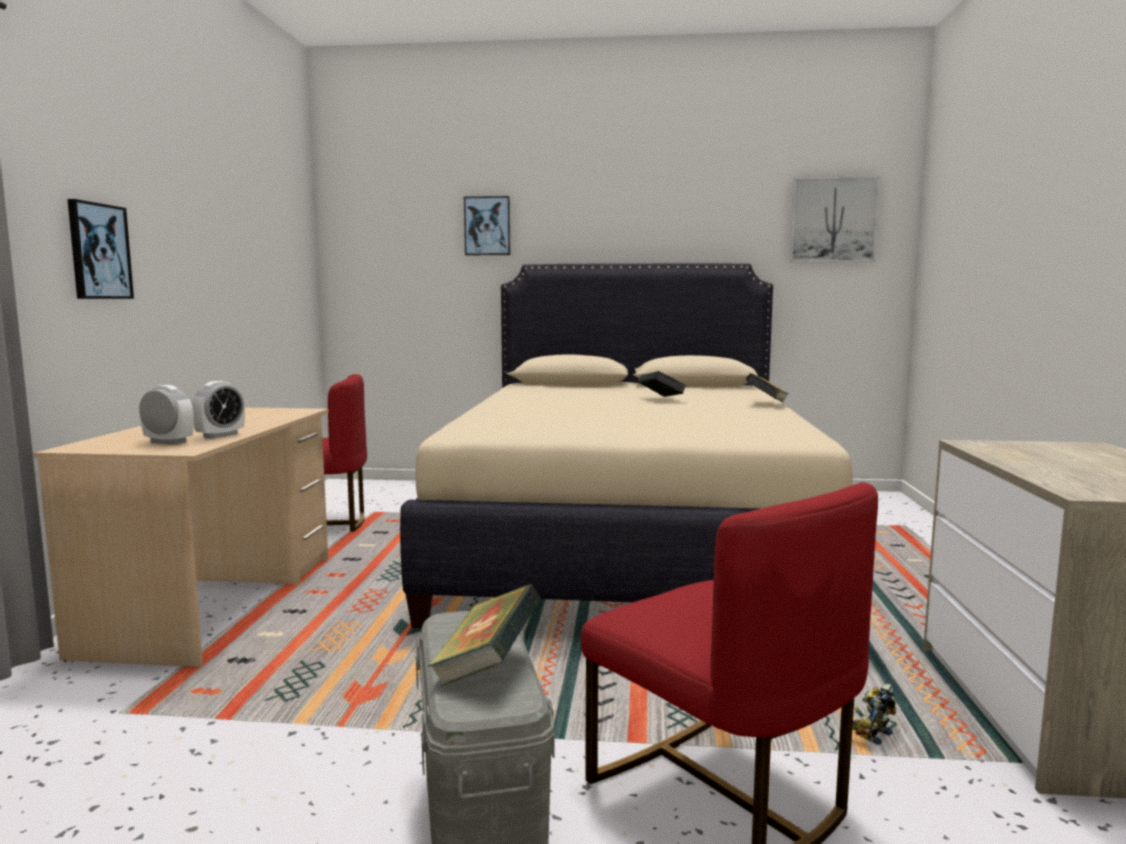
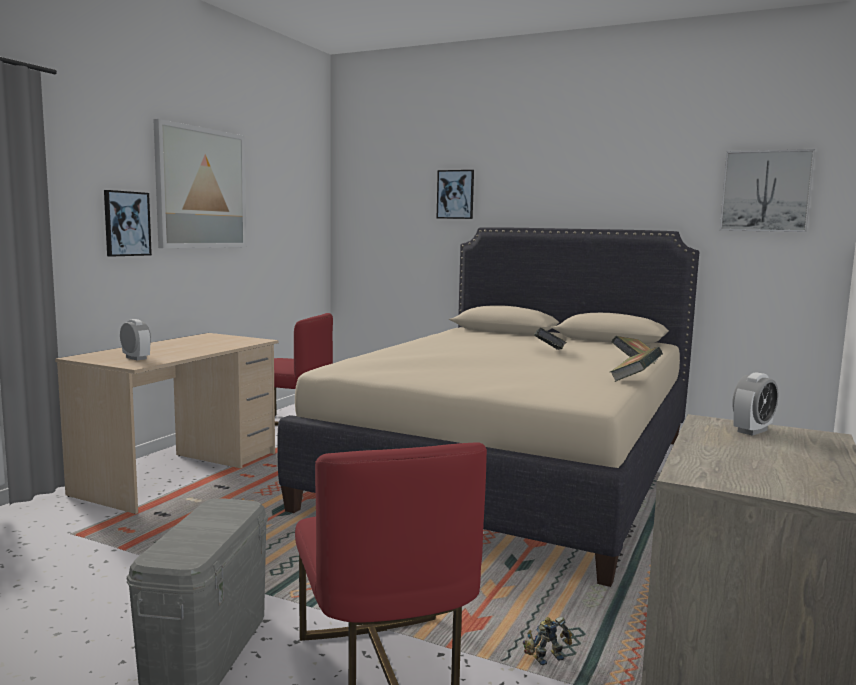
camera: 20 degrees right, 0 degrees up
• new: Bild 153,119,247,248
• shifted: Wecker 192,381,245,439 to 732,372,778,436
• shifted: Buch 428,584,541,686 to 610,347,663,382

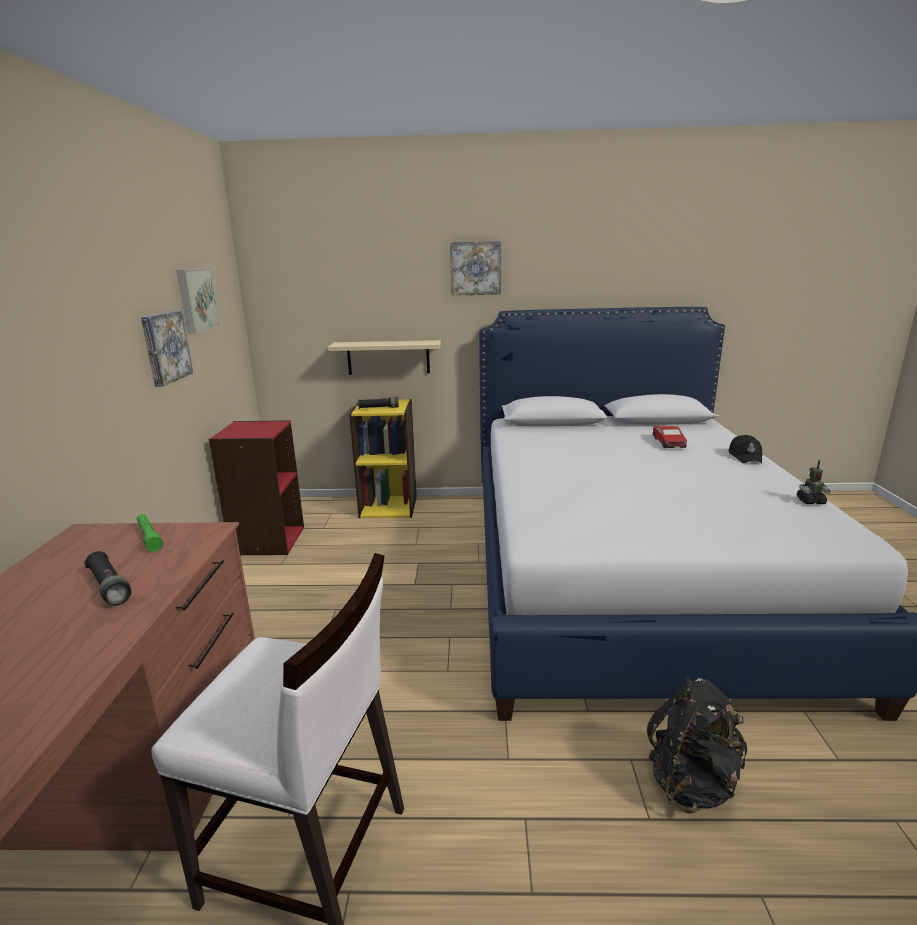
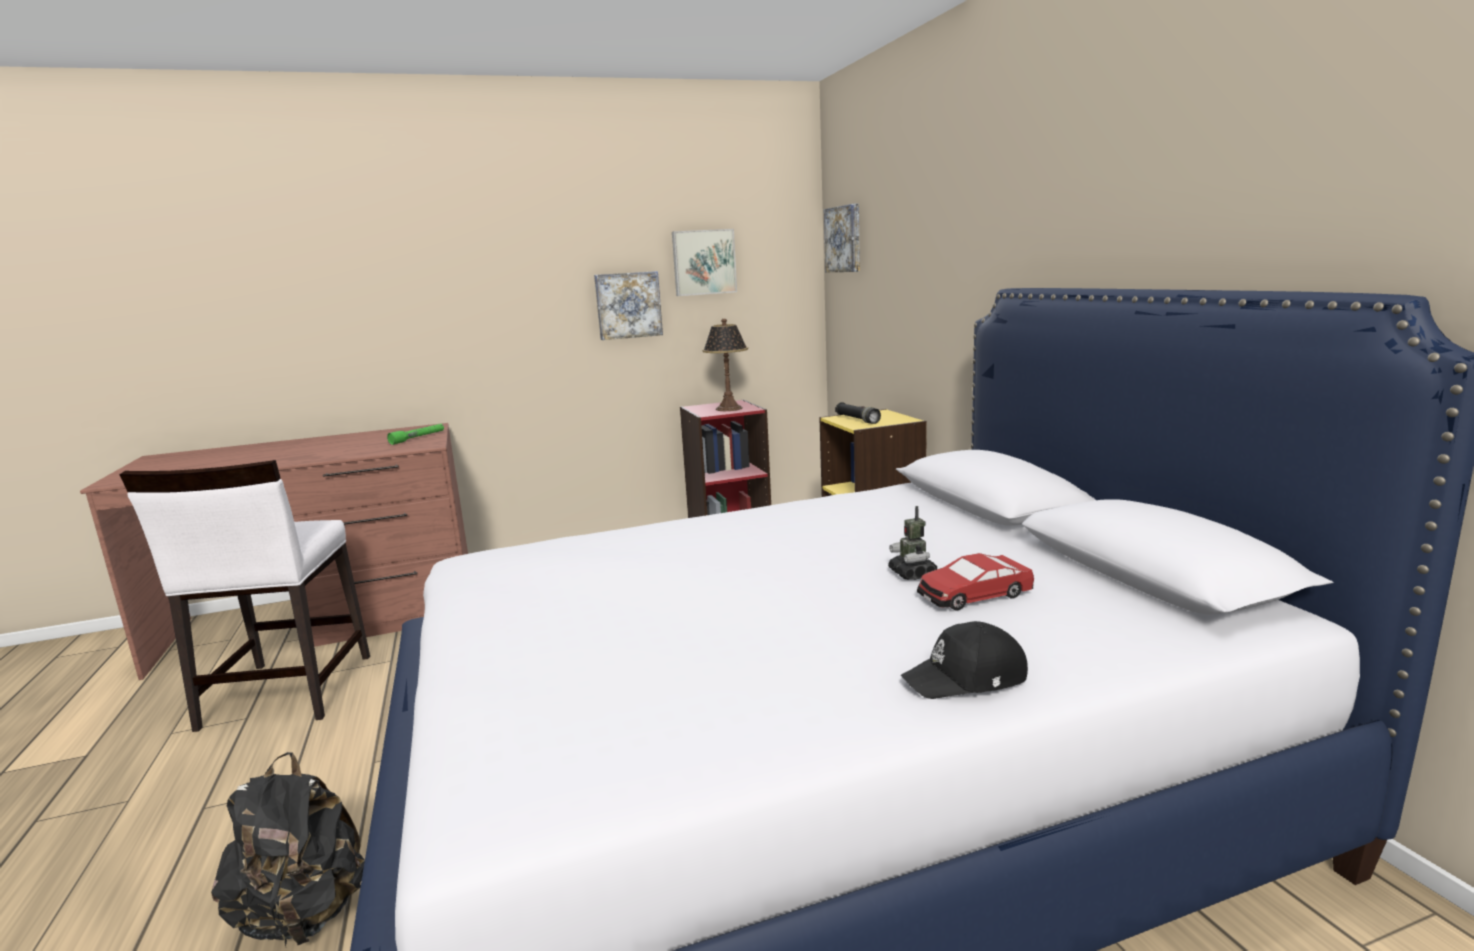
camera: 70 degrees right, 5 degrees down
• gone: Taschenlampe (schwarz) 84,551,131,605
• gone: Wandregal (beige) 328,340,441,375
• new: Tischlampe 703,319,748,411
• shifted: Bild 450,241,501,296 to 824,204,860,272
• shifted: Spielzeugroboter 797,460,831,504 to 888,506,937,580

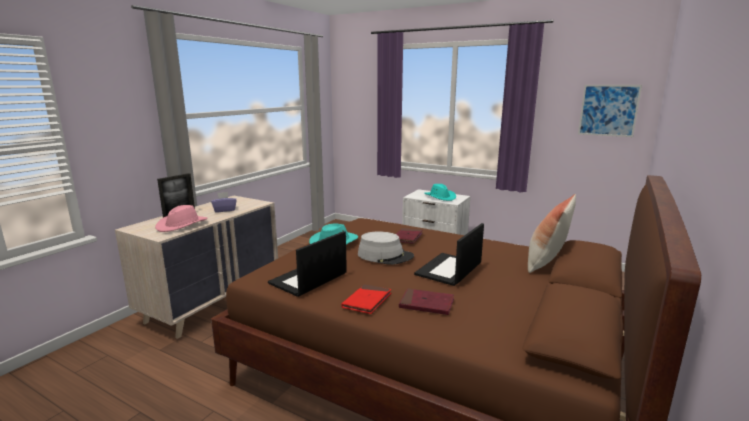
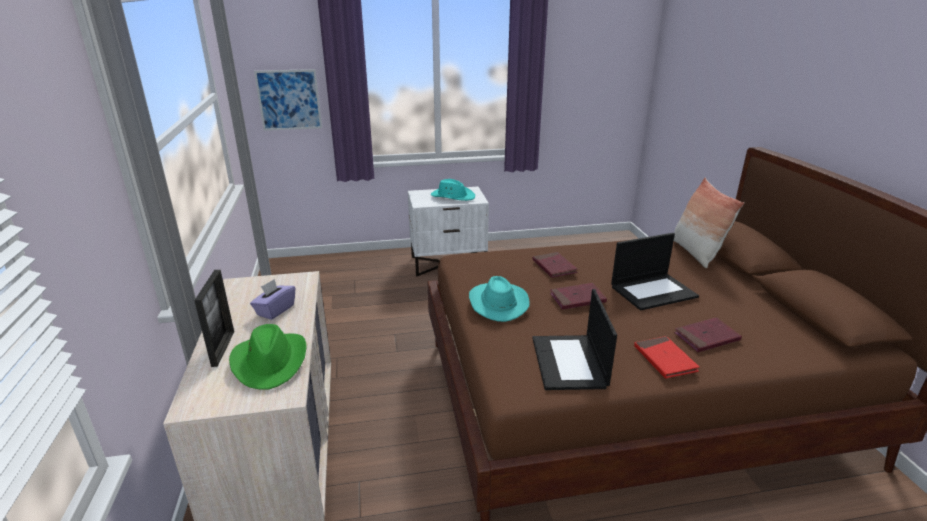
camera: 40 degrees left, 10 degrees up
• shifted: Bild 578,85,642,137 to 254,69,322,131
• swapped: Hut (grau) 358,232,414,265 to Buch (rot) 550,283,607,310
• repainted: Hut (rosa) 155,205,208,232 to Hut (grün) 229,324,307,390
• rotated: Laptop 414,223,484,286 = 611,233,699,310 105 degrees counterclockwise

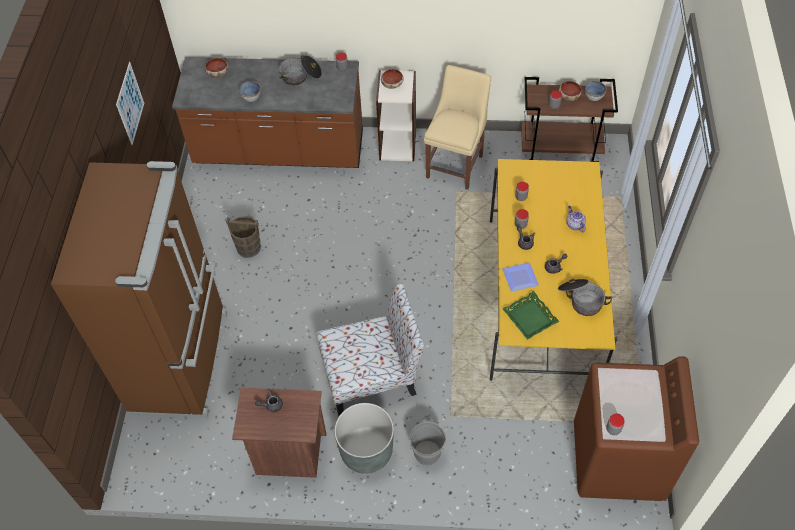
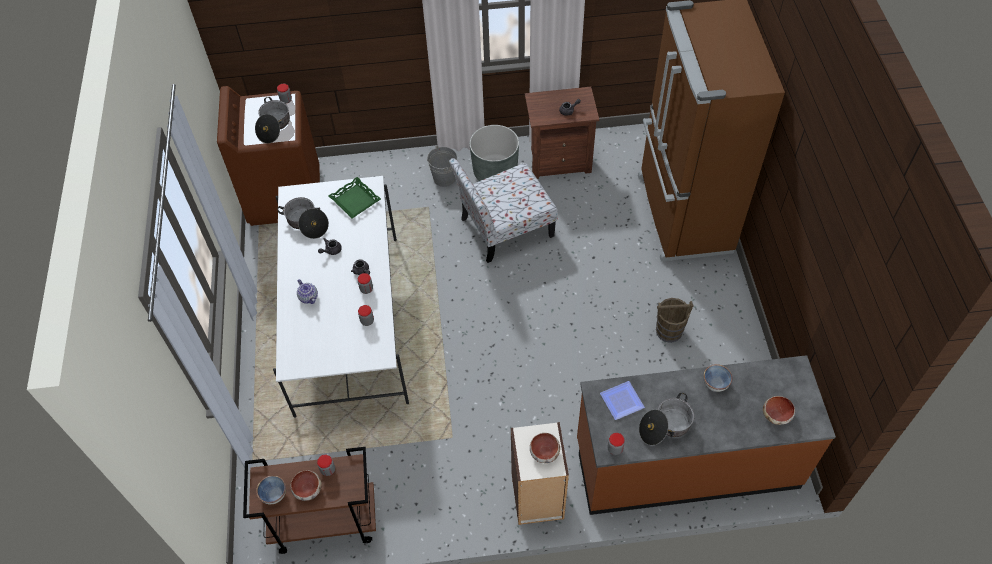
camera: 170 degrees right, 0 degrees up
• gone: Bild 116,62,144,145
• gone: Stuhl (beige) 424,65,491,190
• new: Kochtopf 255,97,290,144
• shifted: Teller 502,262,539,292 to 600,381,645,420
• repainted: Esstisch (gelb) 490,159,618,381 to Esstisch (weiß) 273,176,409,418

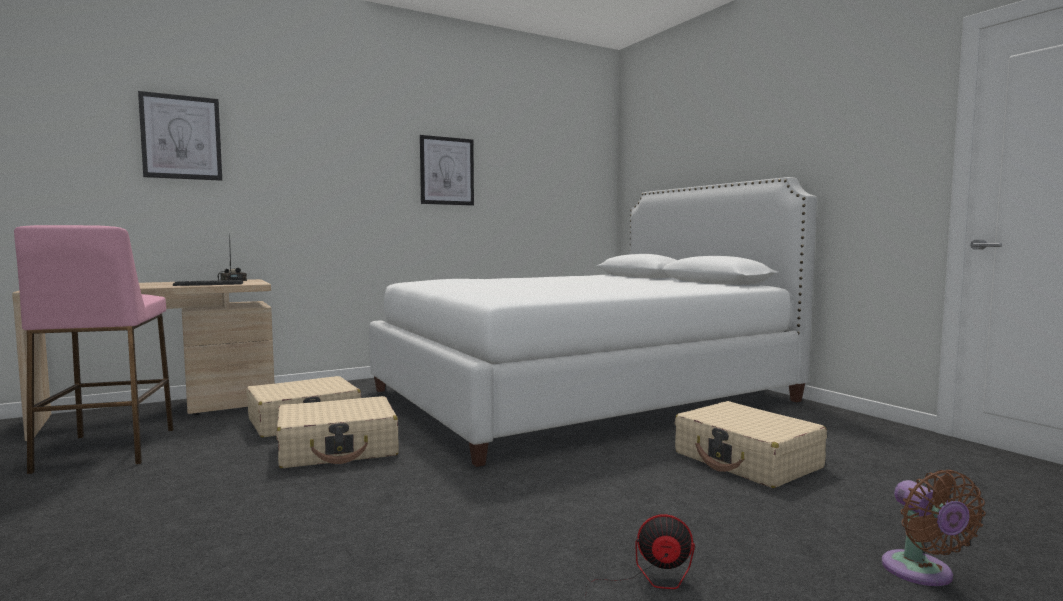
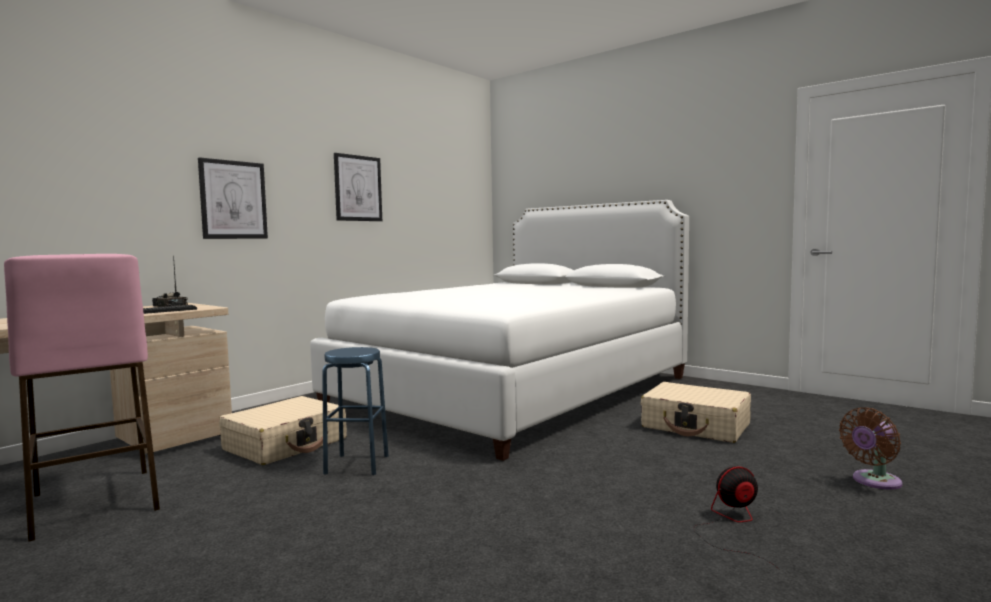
camera: 20 degrees left, 0 degrees up
• shifted: Bild 138,91,222,181 to 198,157,268,239
• swapped: Koffer (beige) 276,396,399,468 to Hocker (blau) 322,347,389,475
• rotated: Ventilator (braun) 882,470,986,586 = 839,407,902,490 90 degrees clockwise

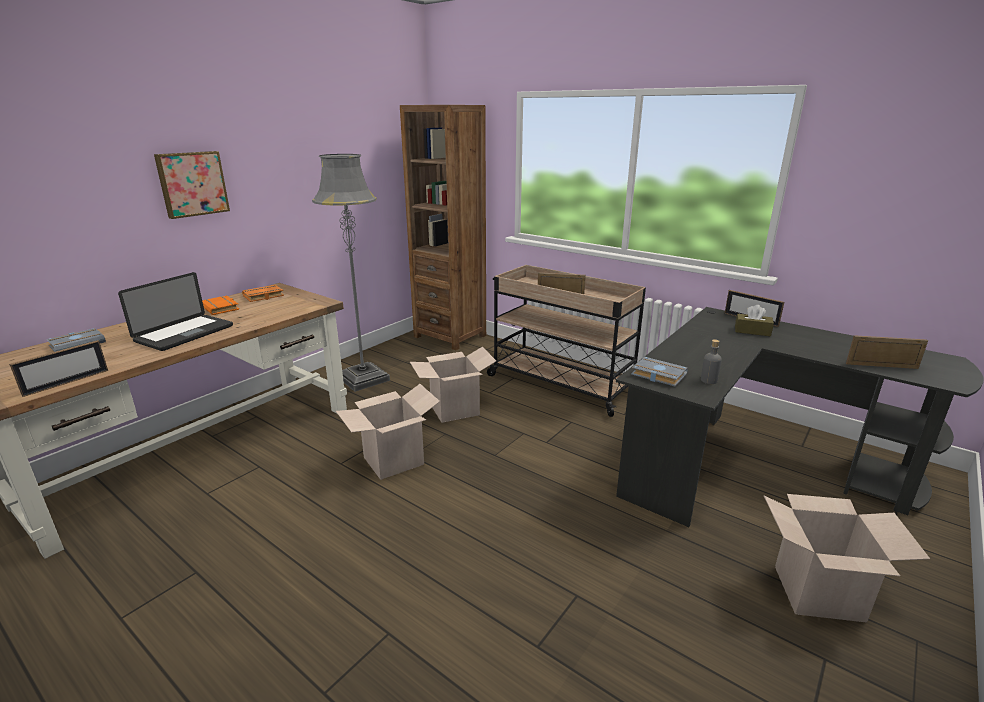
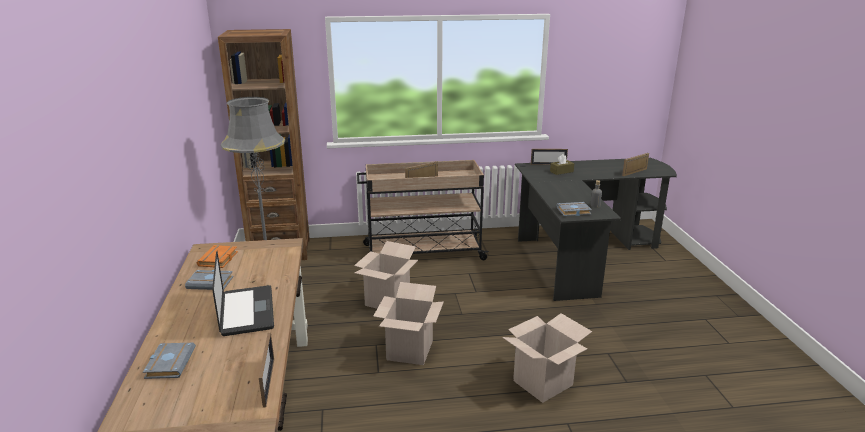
camera: 45 degrees left, 0 degrees up
• gone: Bild 154,151,230,219
• shifted: Karton 764,494,930,623 to 502,313,592,403
• repainted: Buch (orange) 202,296,239,315 to Buch (grau) 185,270,234,290

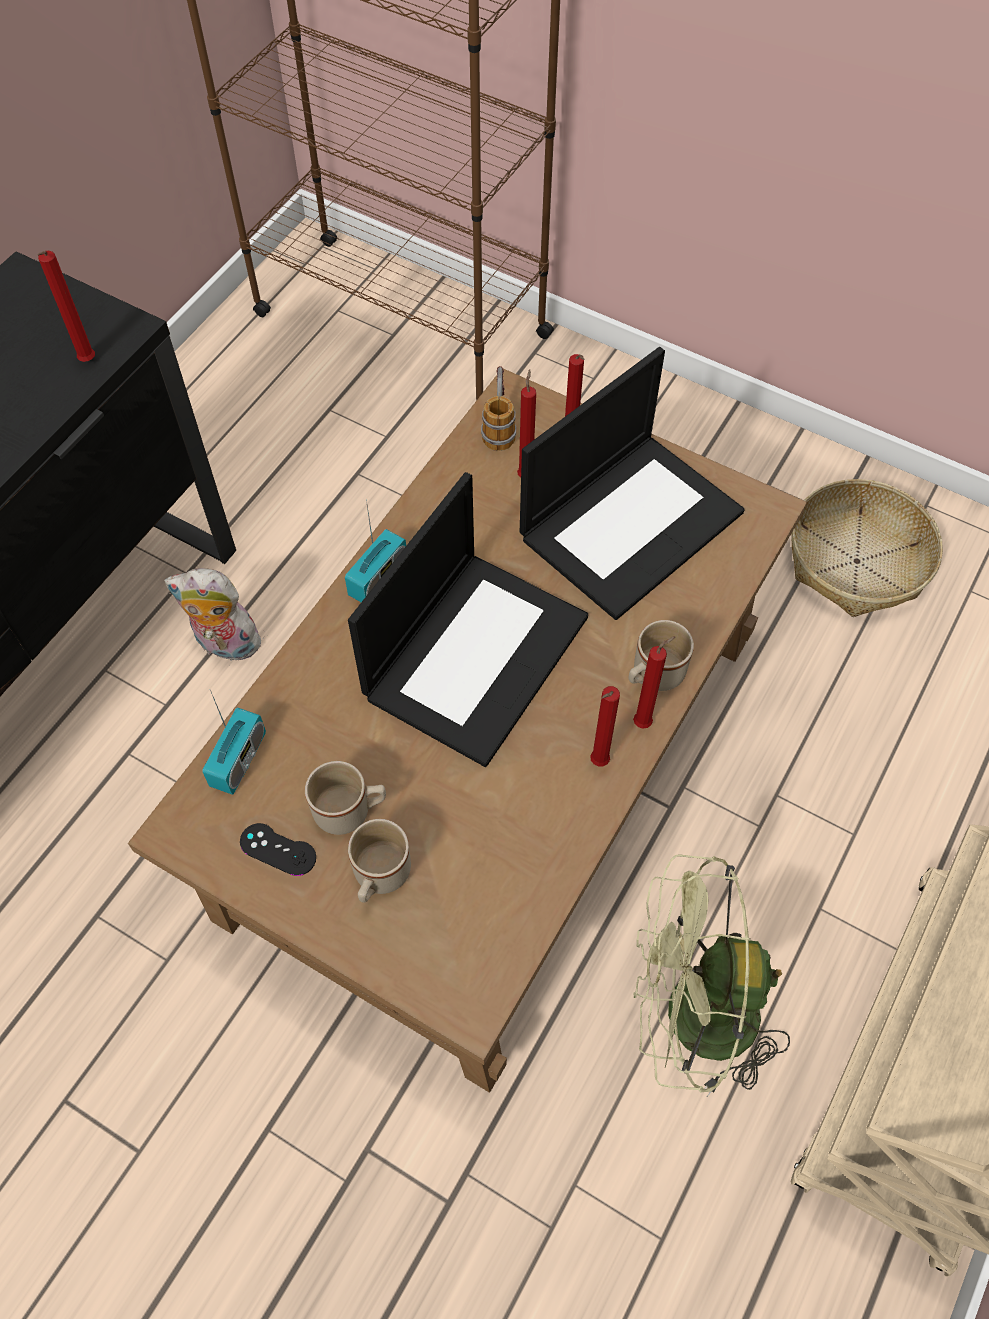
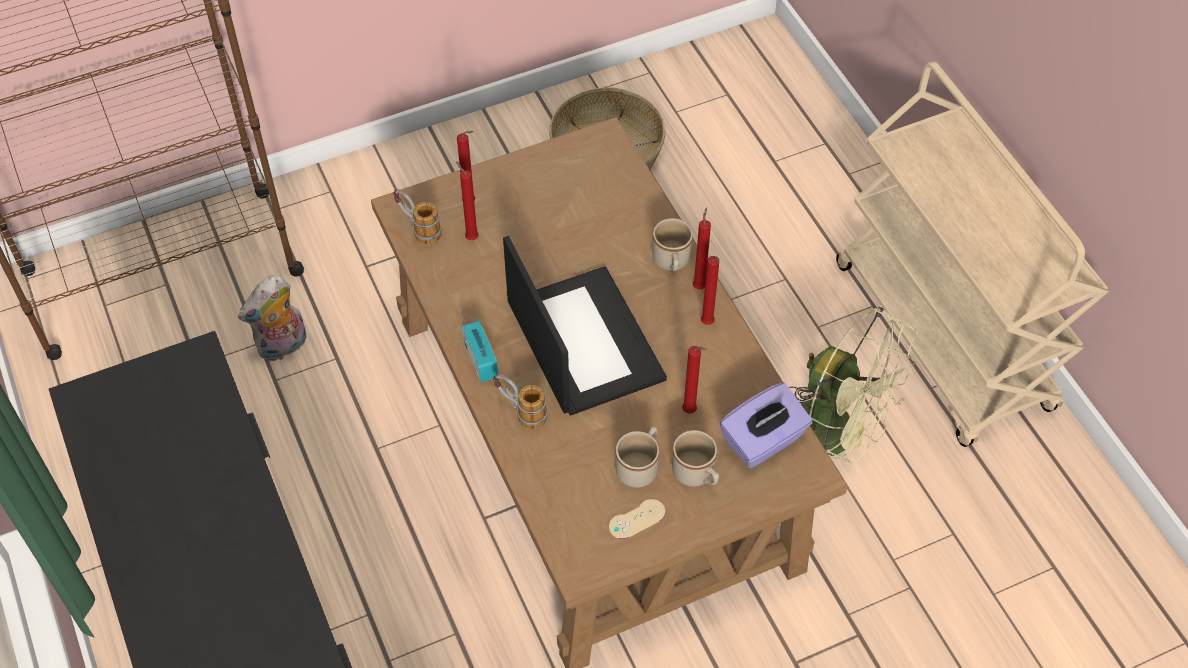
camera: 55 degrees left, 5 degrees down
• gone: Radio 202,690,266,795
• gone: Laptop 520,347,745,620
• new: Henkelbecher 493,374,548,429
• new: Taschentuchbox (lila) 720,382,812,468
• shifted: Kerze (rot) 38,251,95,362 to 682,346,706,413
• shifted: Plüschtier 164,568,264,661 to 238,275,307,361
• repainted: Gamepad (schwarz) 240,823,316,876 to Gamepad (beige) 609,499,665,539
• rotated: Ventilator (grün) 633,854,790,1097 = 789,307,917,463 90 degrees counterclockwise

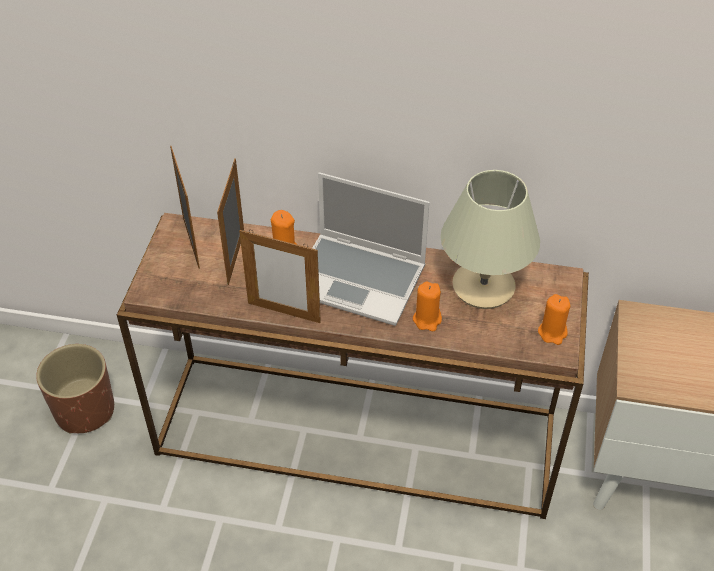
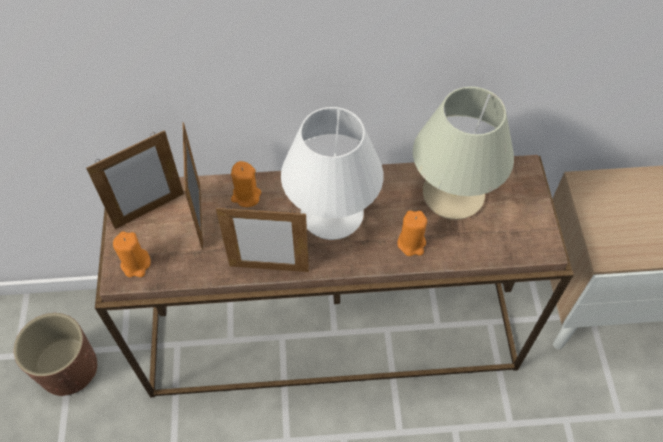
camera: 15 degrees left, 10 degrees up
• shifted: Kerze (orange) 538,294,570,345 to 113,231,151,277
• swapped: Laptop 312,172,429,326 to Tischlampe (weiß) 281,107,384,240
• rotated: Bilderrahmen 170,146,200,269 = 86,130,184,229 90 degrees clockwise

